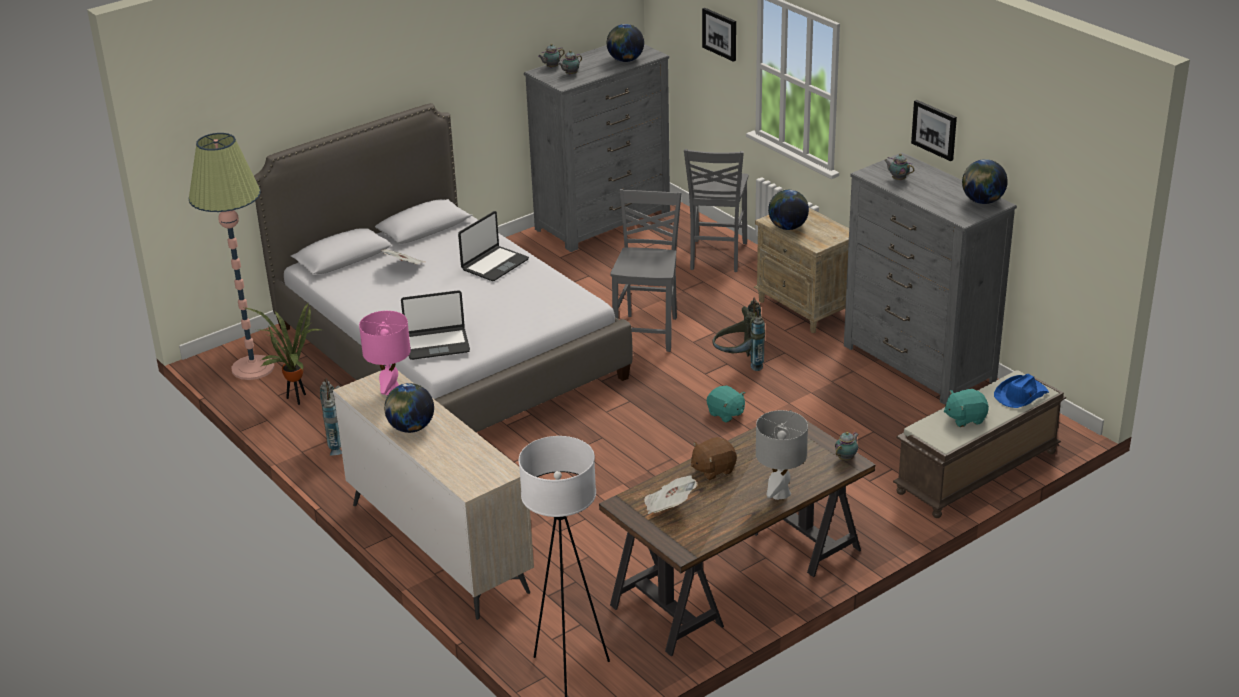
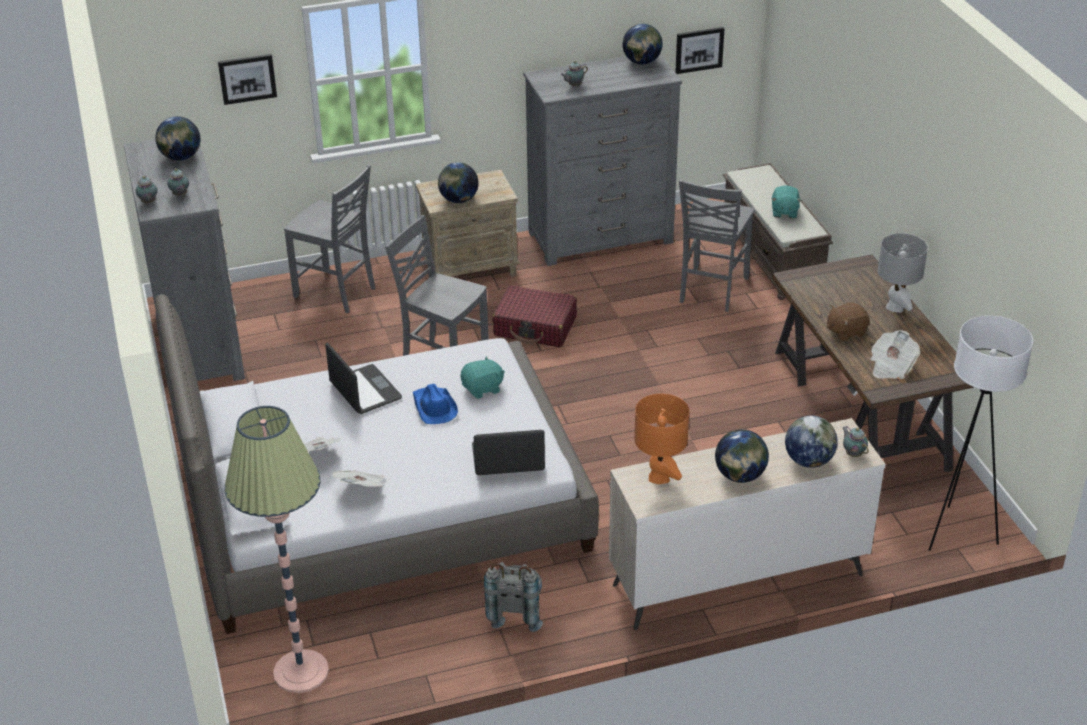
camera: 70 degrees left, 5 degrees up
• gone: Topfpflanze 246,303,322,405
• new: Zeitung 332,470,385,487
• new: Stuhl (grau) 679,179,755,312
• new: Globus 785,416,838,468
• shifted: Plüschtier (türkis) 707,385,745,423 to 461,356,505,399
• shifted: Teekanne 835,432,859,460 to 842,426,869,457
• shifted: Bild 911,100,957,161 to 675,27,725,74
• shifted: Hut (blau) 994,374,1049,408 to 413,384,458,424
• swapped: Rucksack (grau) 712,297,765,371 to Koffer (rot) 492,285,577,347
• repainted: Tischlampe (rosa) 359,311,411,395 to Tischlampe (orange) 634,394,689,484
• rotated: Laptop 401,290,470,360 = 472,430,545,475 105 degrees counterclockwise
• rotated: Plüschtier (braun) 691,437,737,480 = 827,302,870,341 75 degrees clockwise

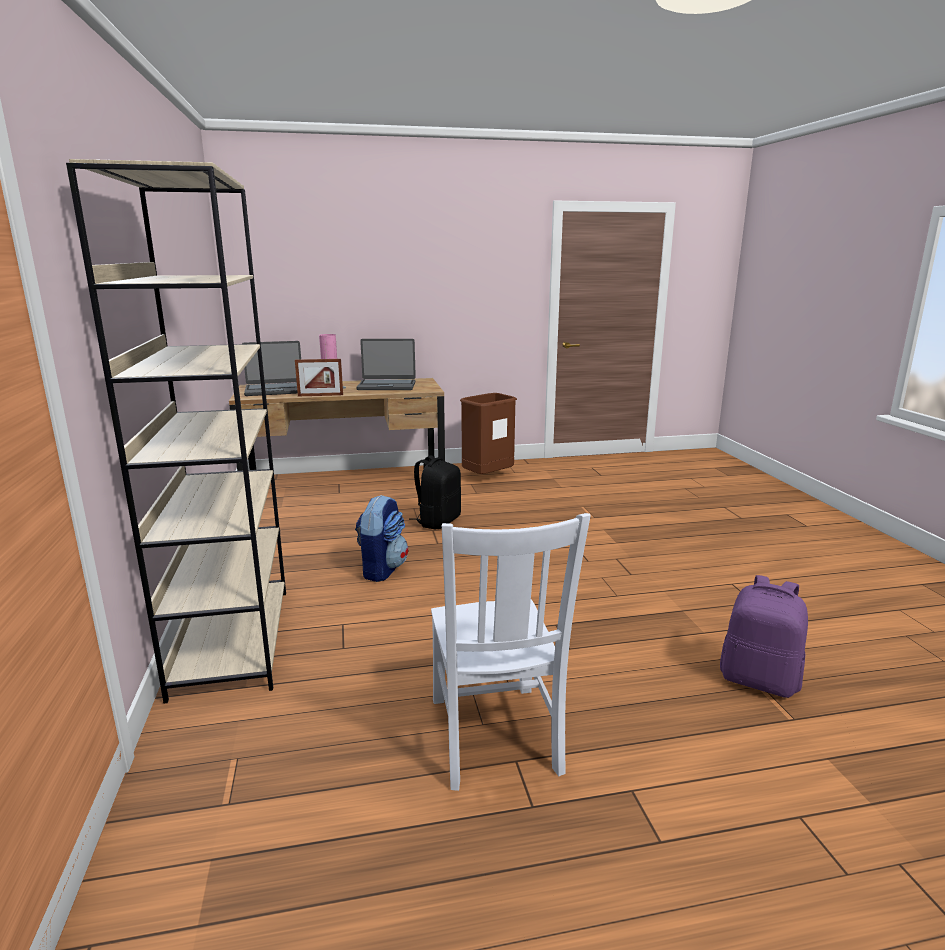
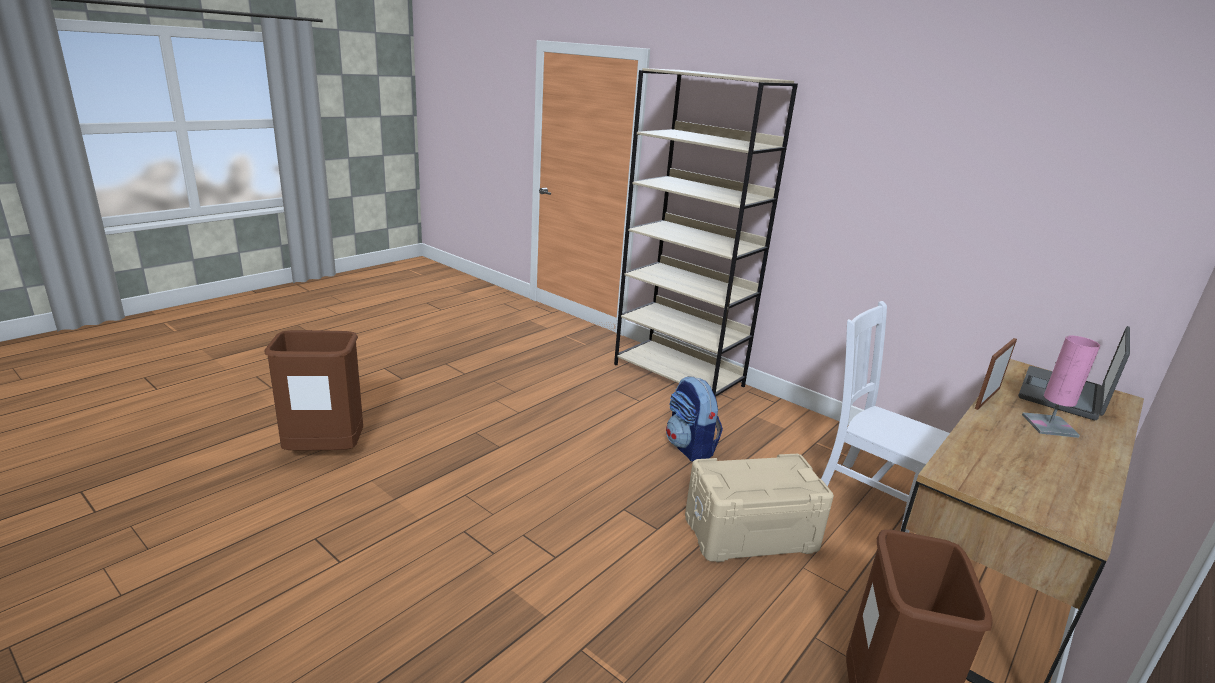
camera: 140 degrees right, 5 degrees up
• gone: Laptop 356,339,416,390
• shifted: Stuhl (weiß) 431,513,591,791 to 821,301,950,533
• swapped: Rucksack (schwarz) 410,456,461,529 to Aufbewahrungsbox (beige) 685,454,834,562
• swapped: Rucksack (lila) 720,575,808,698 to Mülleimer (braun) 264,330,363,451

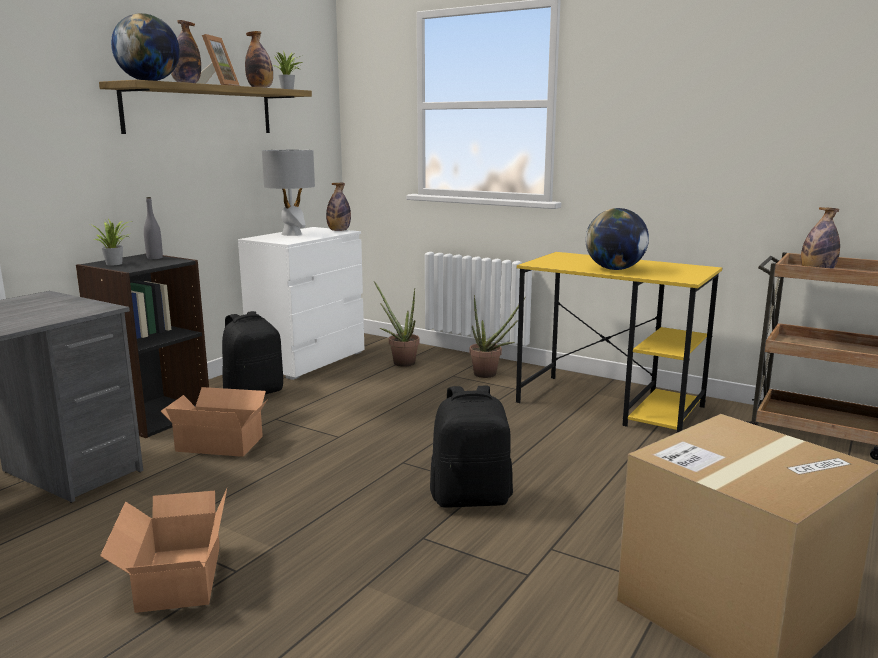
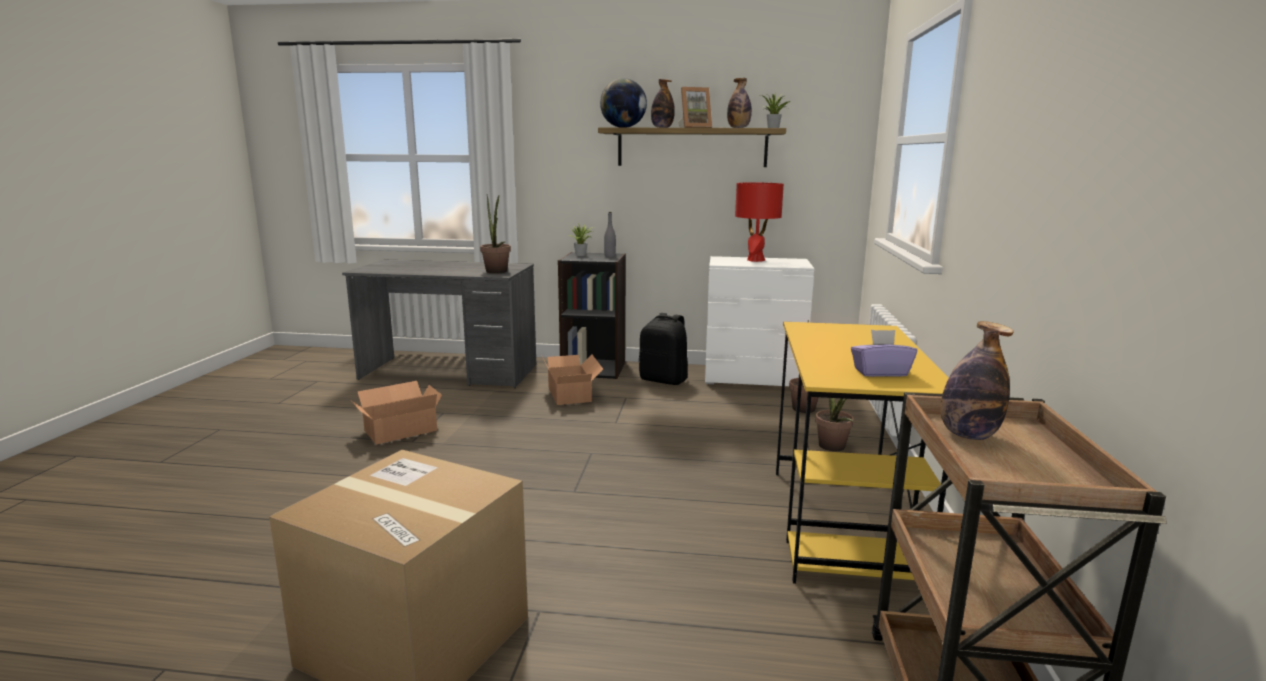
camera: 65 degrees right, 0 degrees up
• gone: Flasche 326,183,351,231
• gone: Rucksack (schwarz) 430,386,513,508
• gone: Globus 586,208,649,270
• new: Topfpflanze 480,194,511,274
• new: Taschentuchbox (lila) 851,330,917,377
• repainted: Tischlampe (grau) 262,149,315,236 to Tischlampe (rot) 735,182,784,262

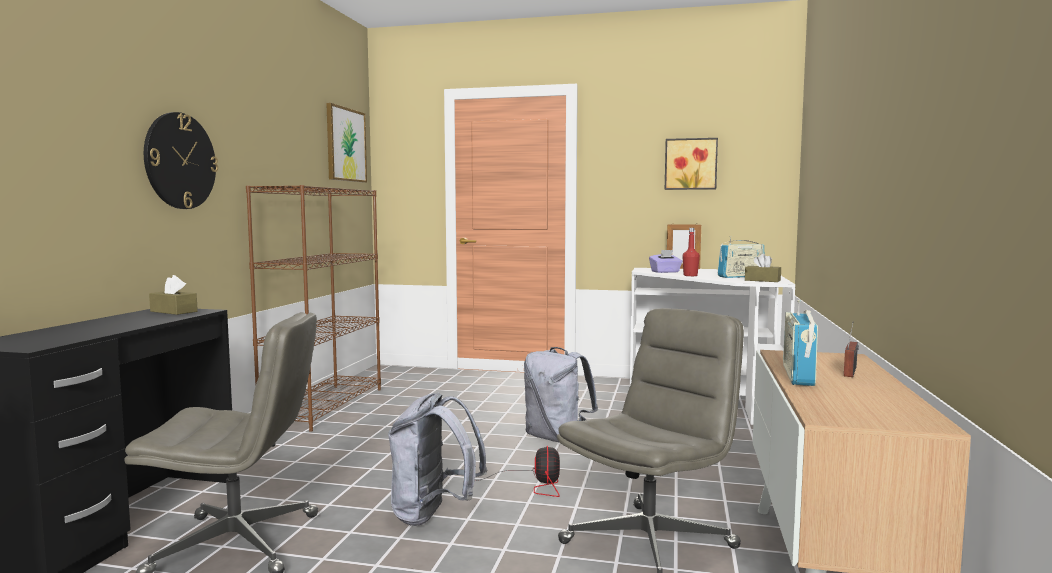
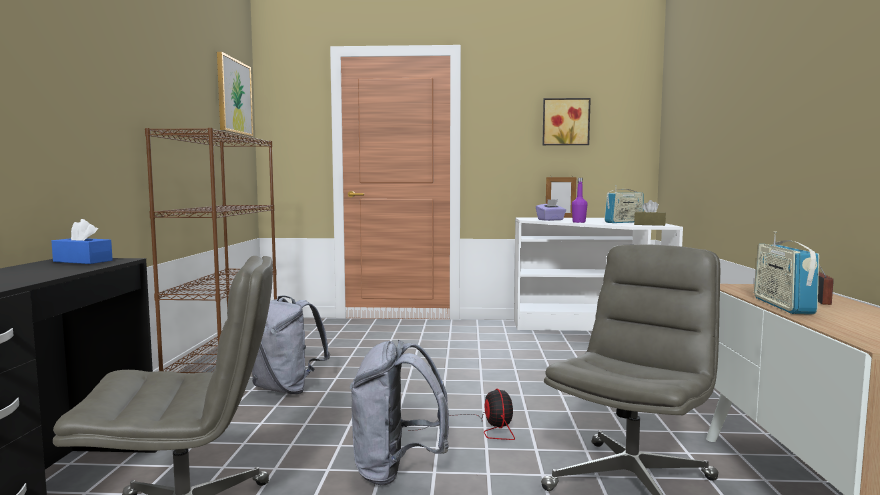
camera: 10 degrees left, 0 degrees up
• gone: Wanduhr 144,112,218,209
• shifted: Rucksack (grau) 524,347,598,443 to 252,296,330,394
• repainted: Taschentuchbox (braun) 149,275,198,315 to Taschentuchbox (blau) 51,219,113,264
• repainted: Flasche (rot) 682,228,700,276 to Flasche (lila) 572,178,588,223

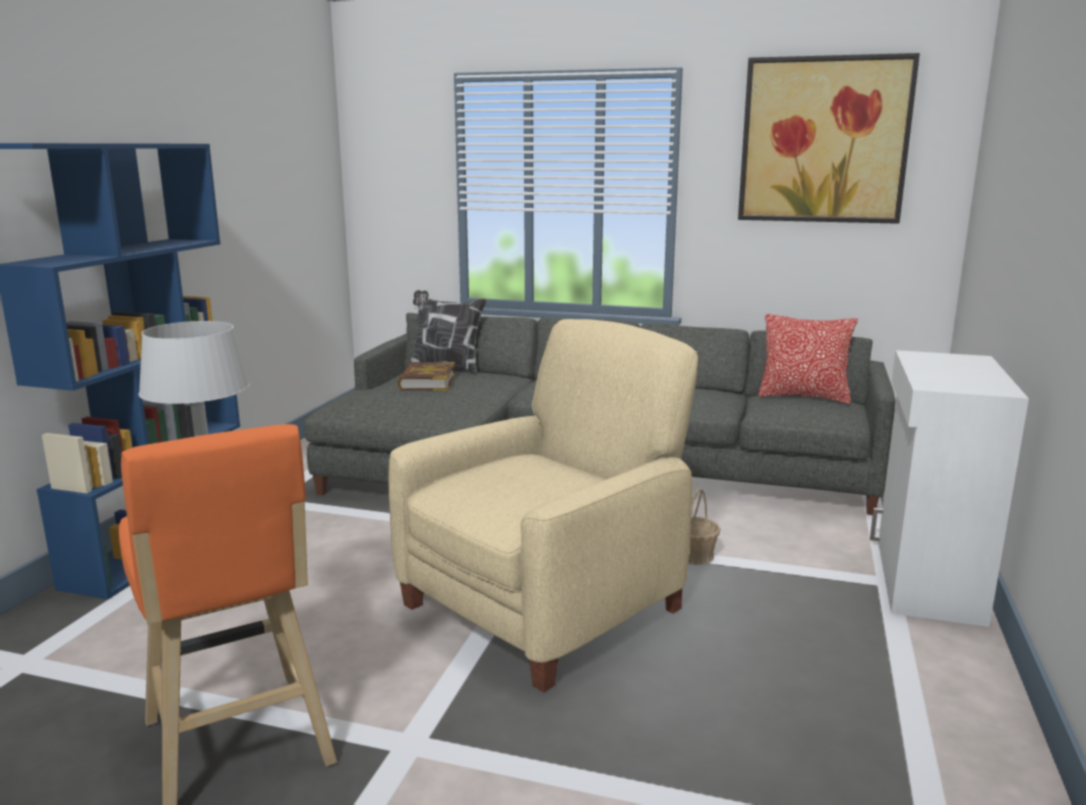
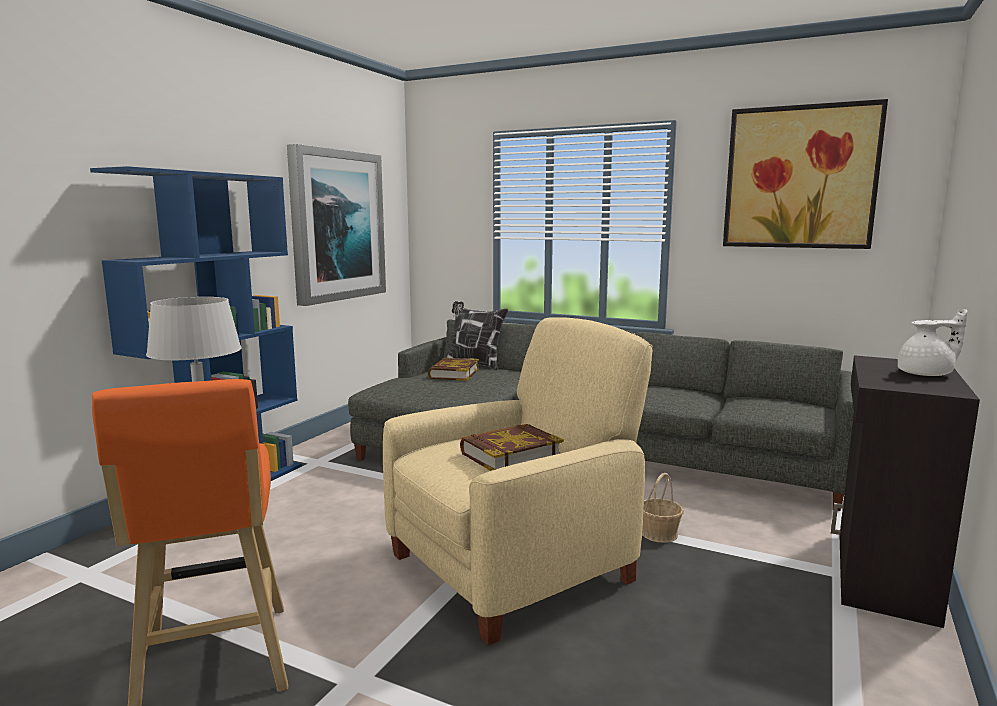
camera: 10 degrees right, 5 degrees down
• gone: Kissen 758,314,858,404
• new: Bild 287,144,386,306
• new: Buch 460,424,564,471
• new: Teekanne (weiß) 897,309,967,376
• repainted: Schrank (weiß) 870,350,1029,627 to Schrank (schwarz) 831,355,980,628

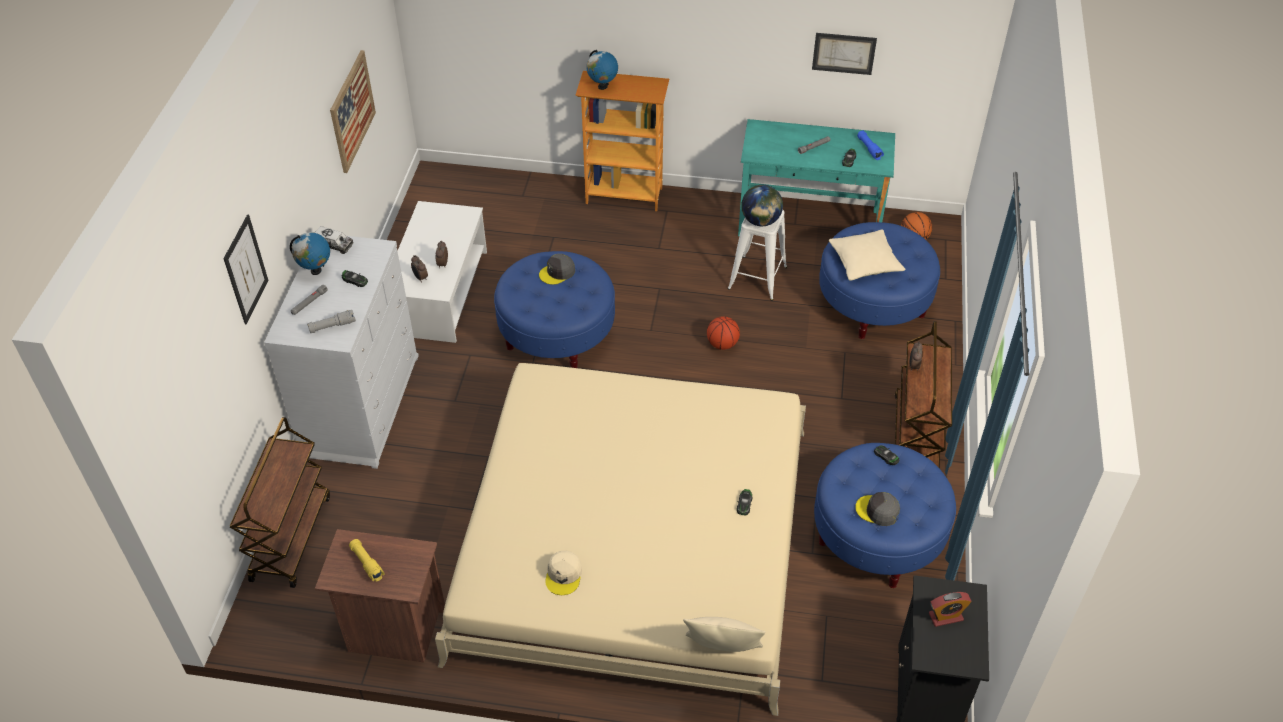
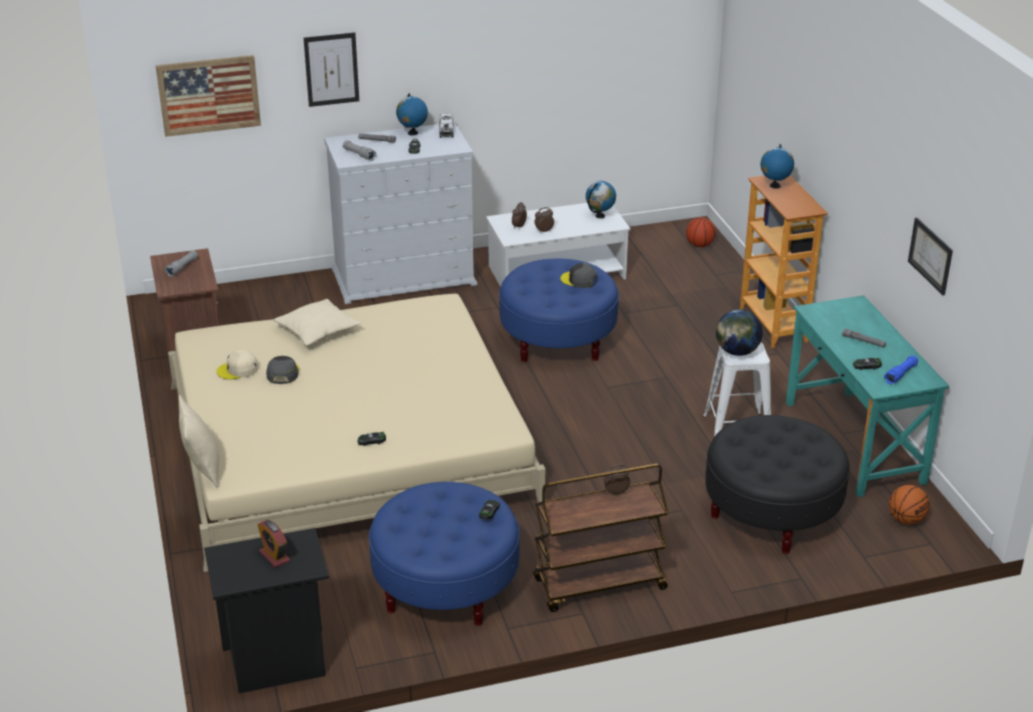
camera: 65 degrees right, 15 degrees down
• gone: Rollwagen (braun) 230,417,330,588
• new: Globus 586,181,616,219
• shifted: Bild 330,50,376,173 to 155,55,261,137
• shifted: Basketball 707,316,740,350 to 686,217,716,247
• shifted: Kissen (beige) 829,230,905,281 to 274,299,361,346
• shifted: Kappe (grau) 855,492,900,526 to 266,356,299,384
• repainted: Taschenlampe (gelb) 349,539,385,582 to Taschenlampe (grau) 164,250,198,277
• repainted: Polsterhocker (blau) 819,222,940,339 to Polsterhocker (schwarz) 706,415,850,554

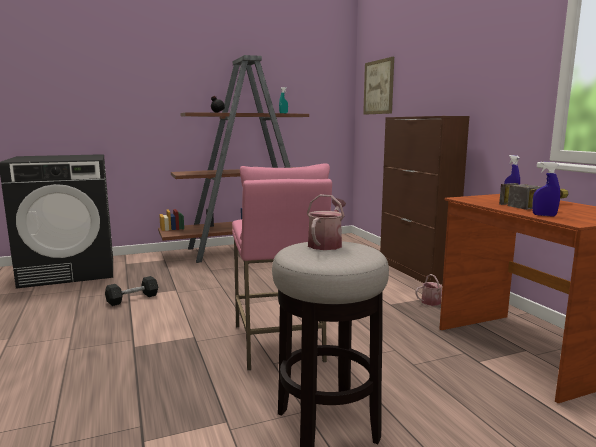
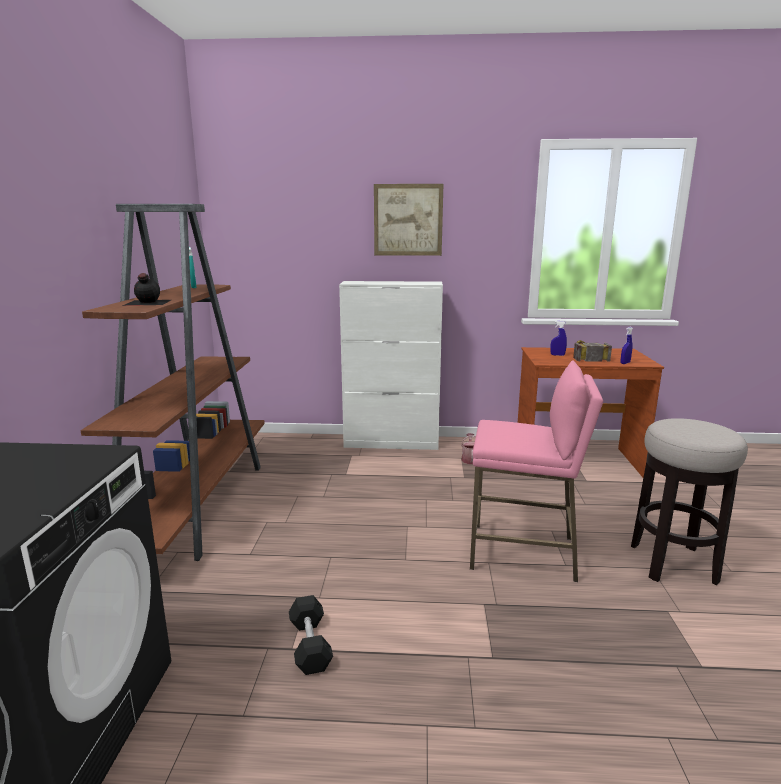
camera: 65 degrees left, 5 degrees up
• gone: Gießkanne 307,194,346,250
• shifted: Bild 363,57,394,115 to 374,184,443,256
• repainted: Schrank (braun) 380,116,470,286 to Schrank (weiß) 339,281,443,450

